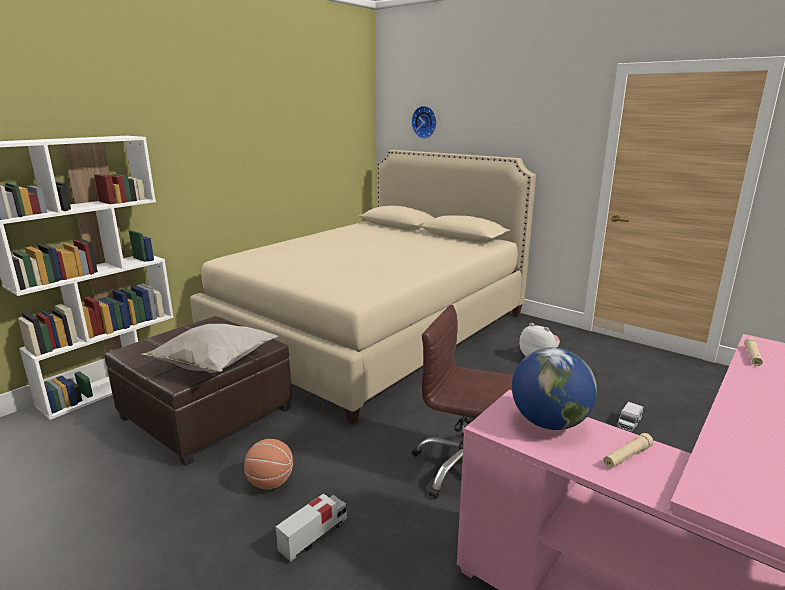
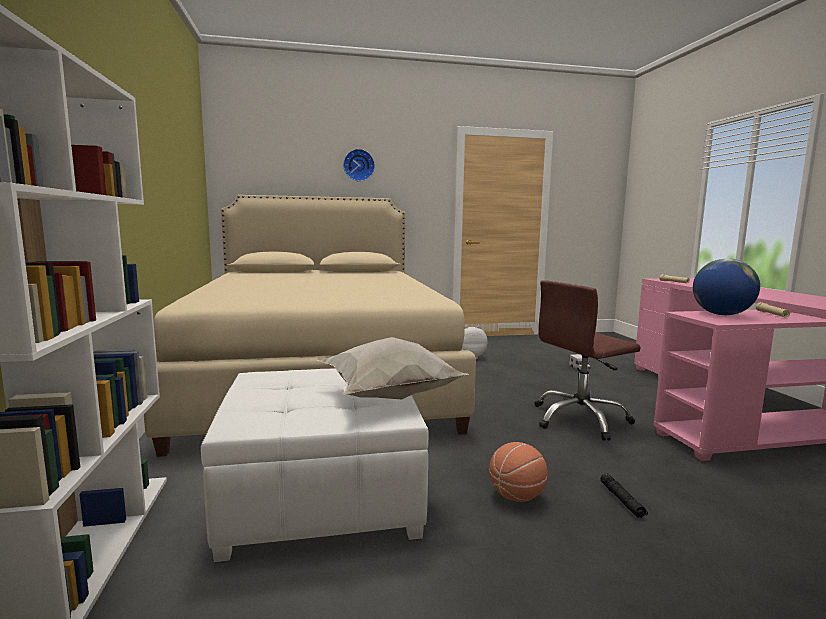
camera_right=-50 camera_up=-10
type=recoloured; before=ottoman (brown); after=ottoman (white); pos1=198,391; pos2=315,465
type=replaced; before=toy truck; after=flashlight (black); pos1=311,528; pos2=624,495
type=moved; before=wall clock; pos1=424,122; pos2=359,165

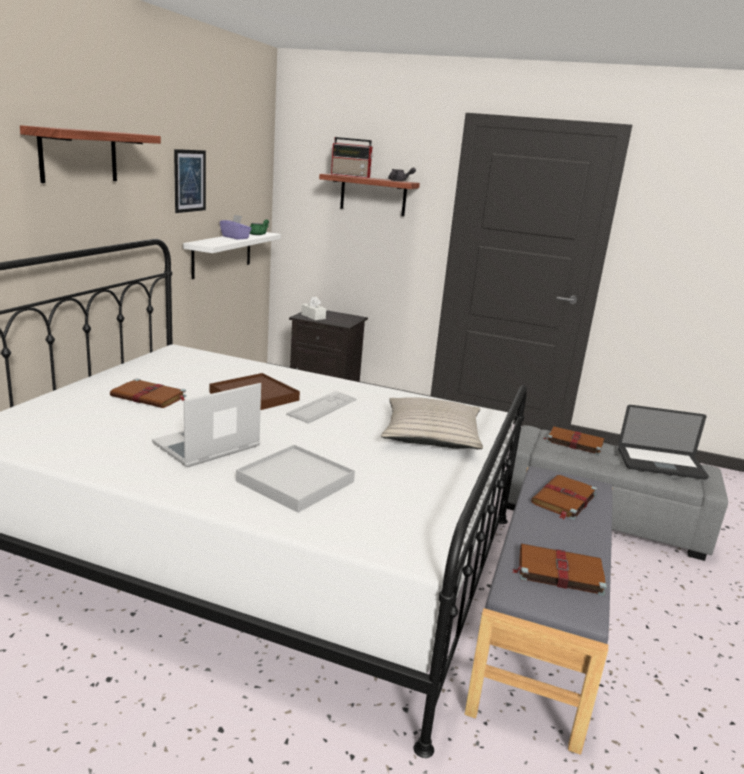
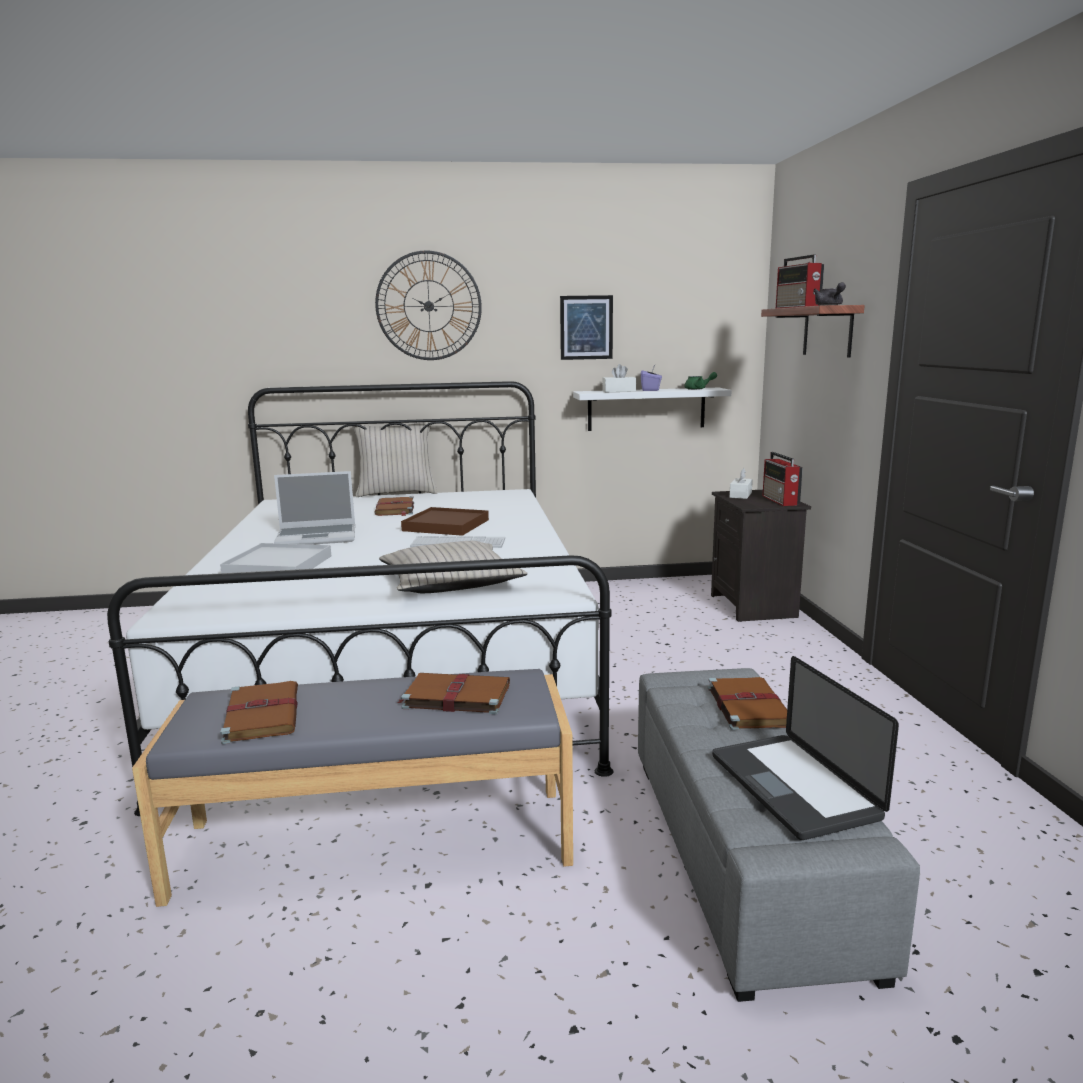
camera_right=65 camera_up=-5
type=replaced; before=shelf; after=wall clock; pos1=90,154; pos2=428,305
type=turned; before=laptop; pos1=206,425; pos2=314,508; turn=150
type=added; after=pillow (beige); pos2=394,459
type=added; after=tissue box (white); pos2=619,378
type=added; after=radio; pos2=783,479

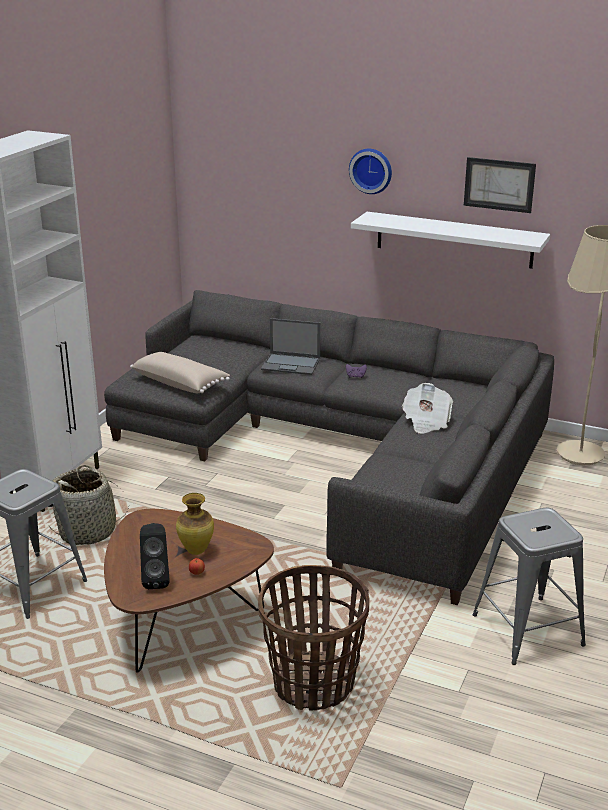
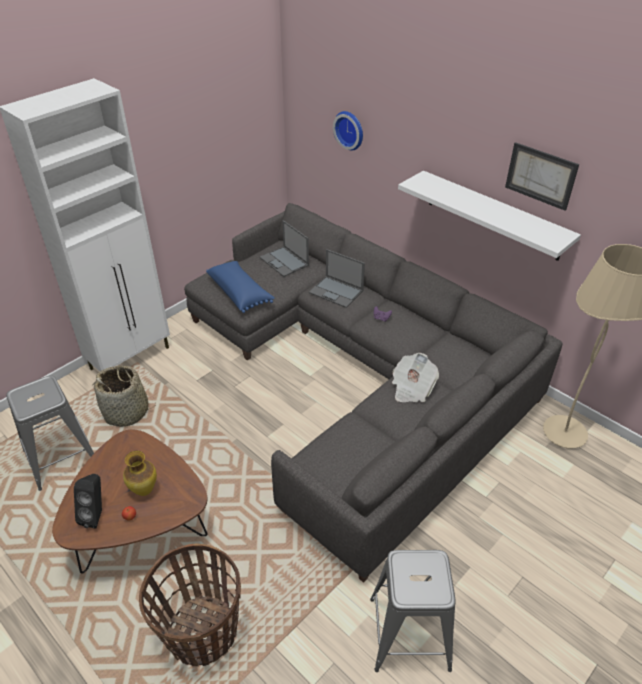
camera_right=20 camera_up=15
type=recoloured; before=pillow (beige); after=pillow (blue); pos1=180,372; pos2=240,287
type=moved; before=wall clock; pos1=370,171; pos2=348,131
type=added; after=laptop; pos2=284,248

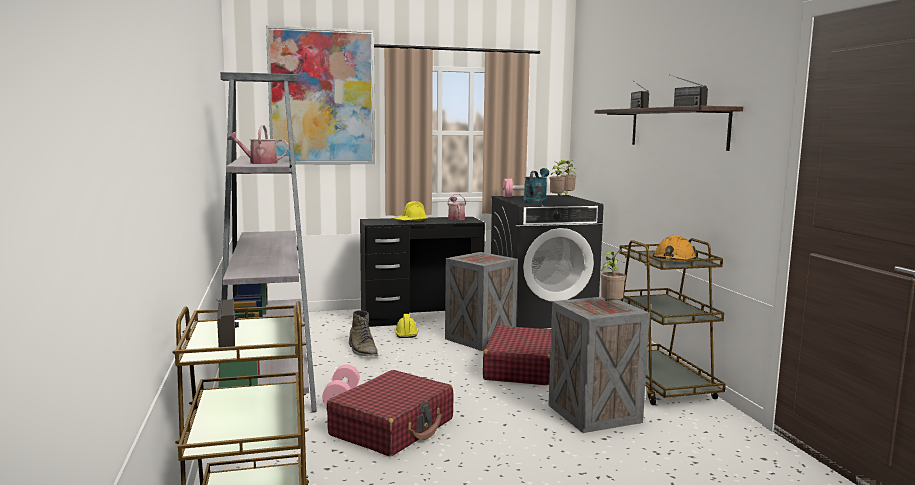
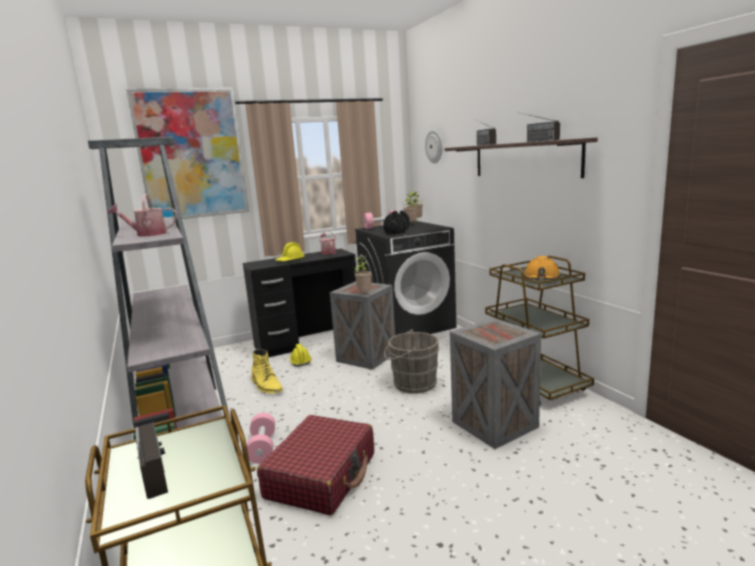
camera_right=-10 camera_up=5
type=recoloured; before=boot (green); after=boot (yellow); pos1=363,333; pos2=267,371
type=replaced; before=suitcase (red); after=bucket (grey); pos1=517,355; pos2=411,361
type=replaced; before=watering can (turquoise); after=dumbbell (black); pos1=536,186; pos2=396,222
type=moved; before=potted plant; pos1=613,275; pos2=363,273
type=added; after=wall clock; pos2=434,146

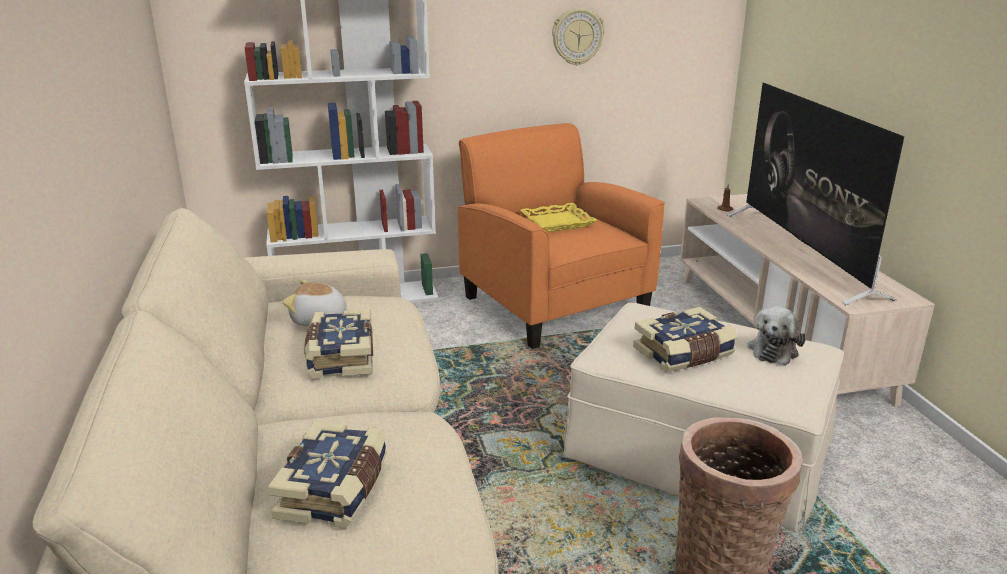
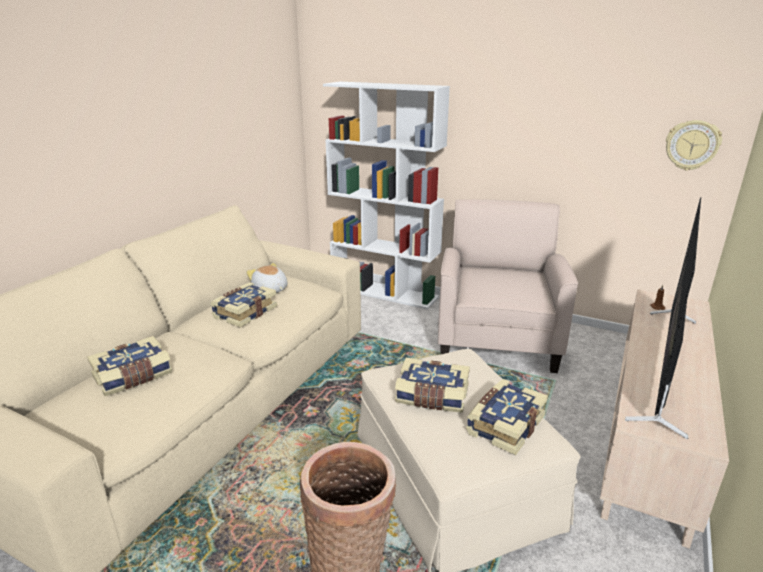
camera_right=40 camera_up=0
type=recoloured; before=armchair (orange); after=armchair (beige); pos1=561,236; pos2=508,286
type=removed; before=tray (yellow); pos1=558,217
type=moved; before=wall clock; pos1=578,37; pos2=694,145
type=replaced; before=plush toy; after=book; pos1=776,335; pos2=507,417

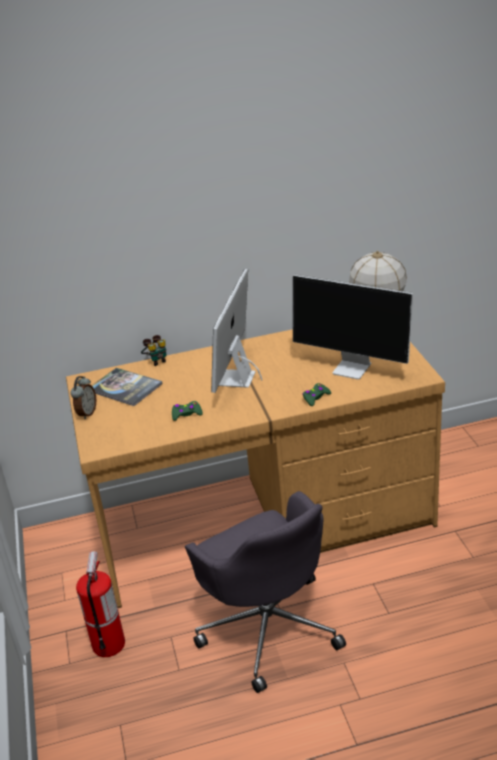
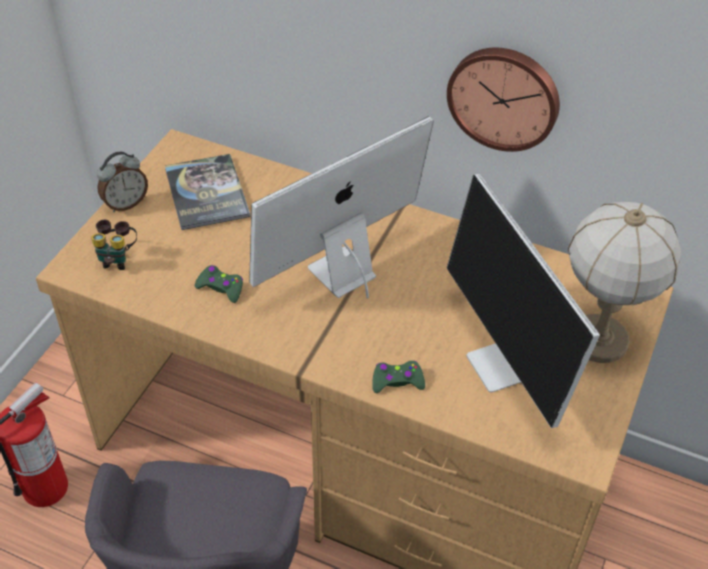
camera_right=35 camera_up=15
type=moved; before=binoculars; pos1=154,350; pos2=114,245
type=added; after=wall clock; pos2=503,100

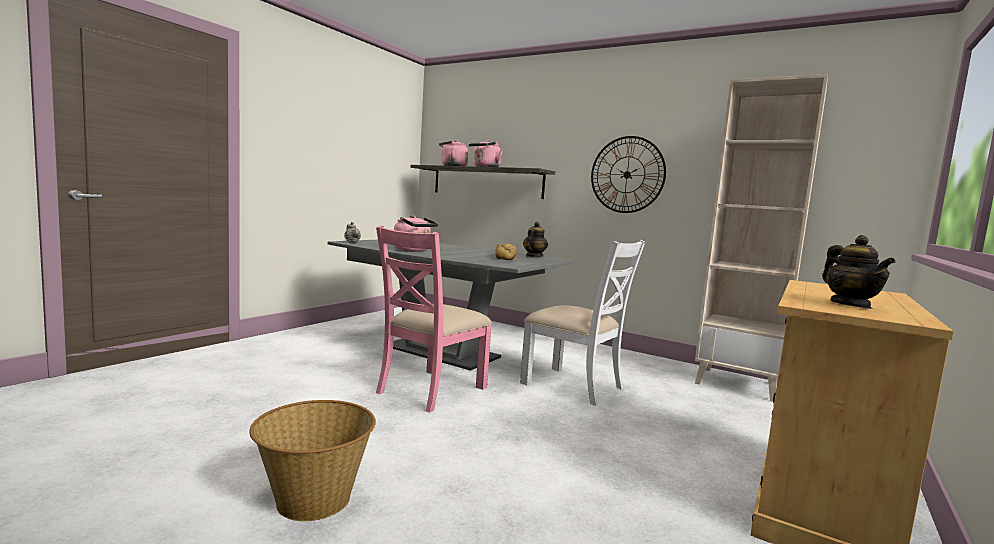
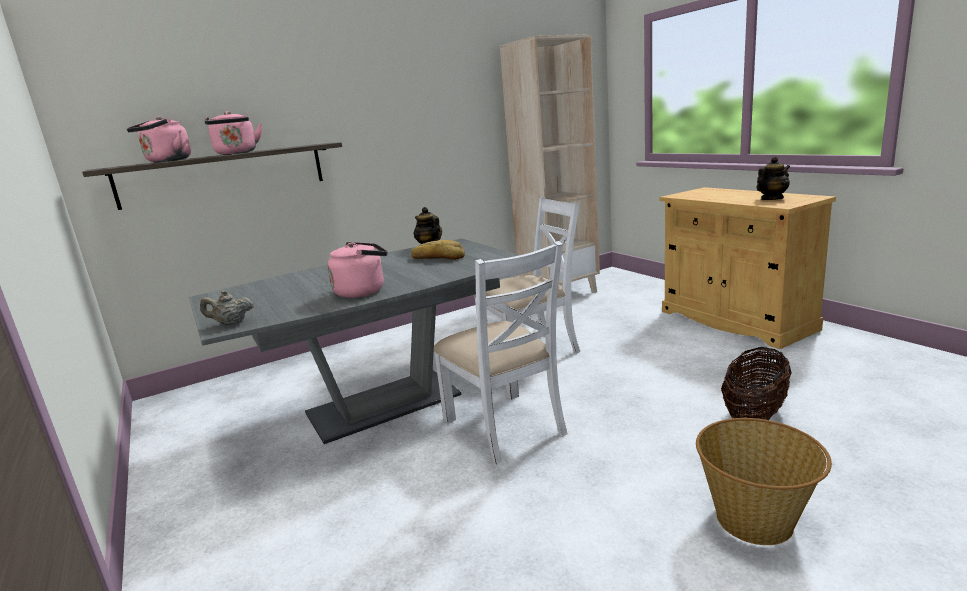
camera_right=-60 camera_up=10
type=recoloured; before=chair (pink); after=chair (white); pos1=434,319; pos2=501,353
type=removed; before=wall clock; pos1=628,174
type=turned; before=teapot; pos1=858,272; pos2=773,178; turn=-45
type=added; after=basket; pos2=756,383

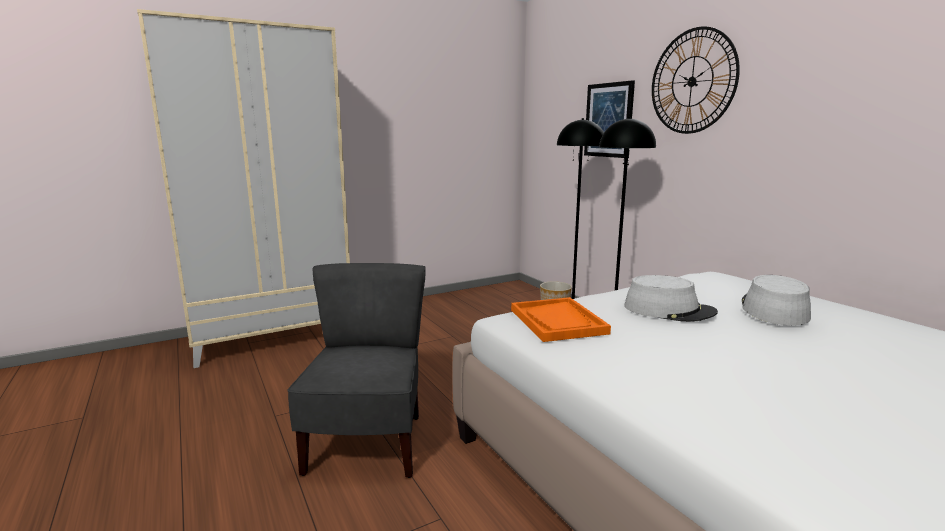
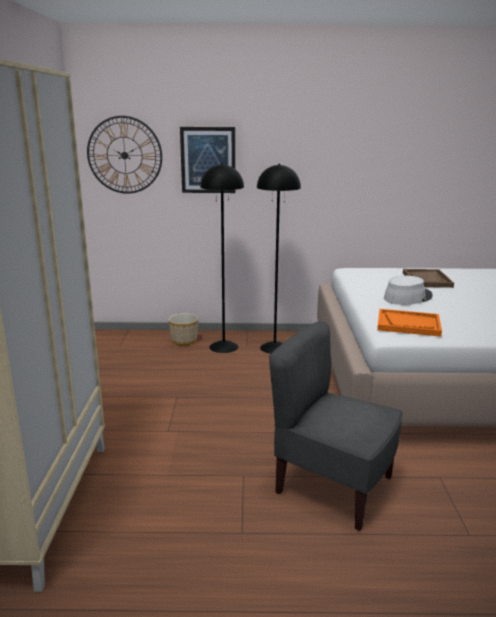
camera_right=-60 camera_up=5
type=moved; before=wall clock; pos1=696,80; pos2=124,155
type=replaced; before=hat (grey); after=tray (brown); pos1=776,300; pos2=428,278

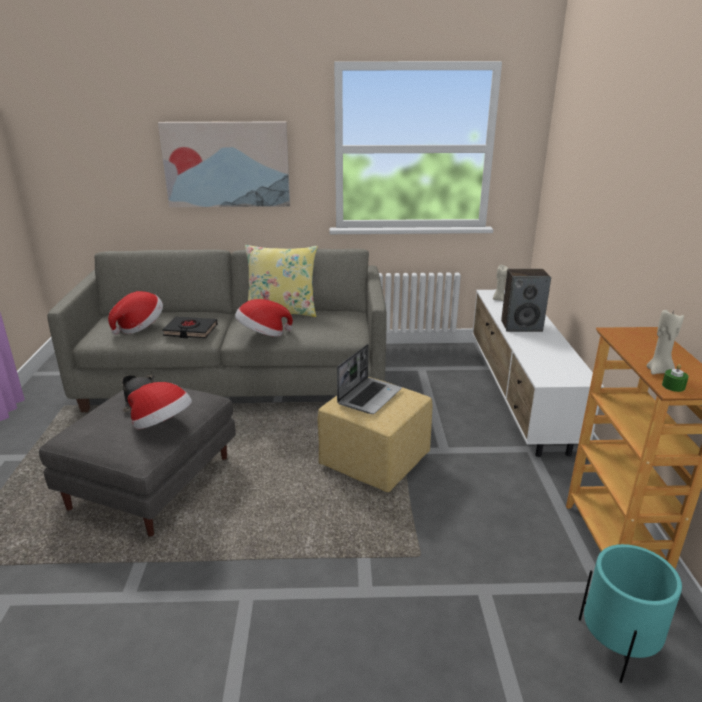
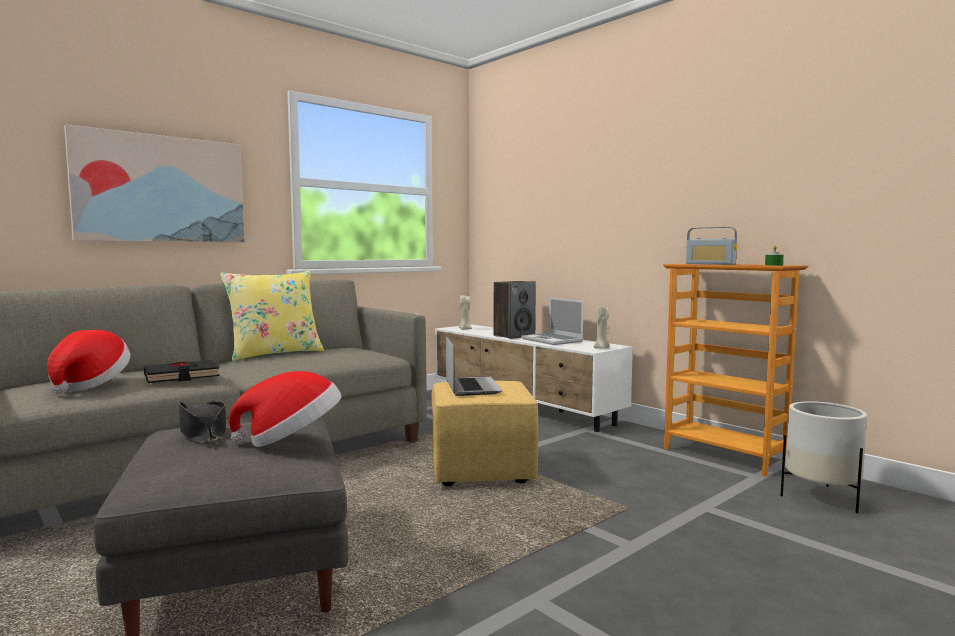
camera_right=-40 camera_up=-20
type=removed; before=hat; pos1=264,318
type=recoloured; before=planter (turquoise); after=planter (white); pos1=630,613; pos2=823,457
type=moved; before=candle (beige); pos1=665,342; pos2=602,328
type=added; after=laptop; pos2=552,321
type=added; after=radio; pos2=711,246

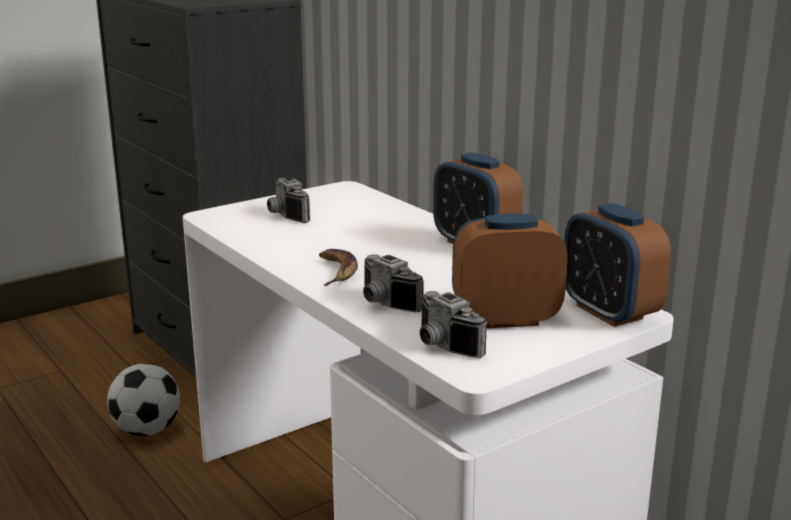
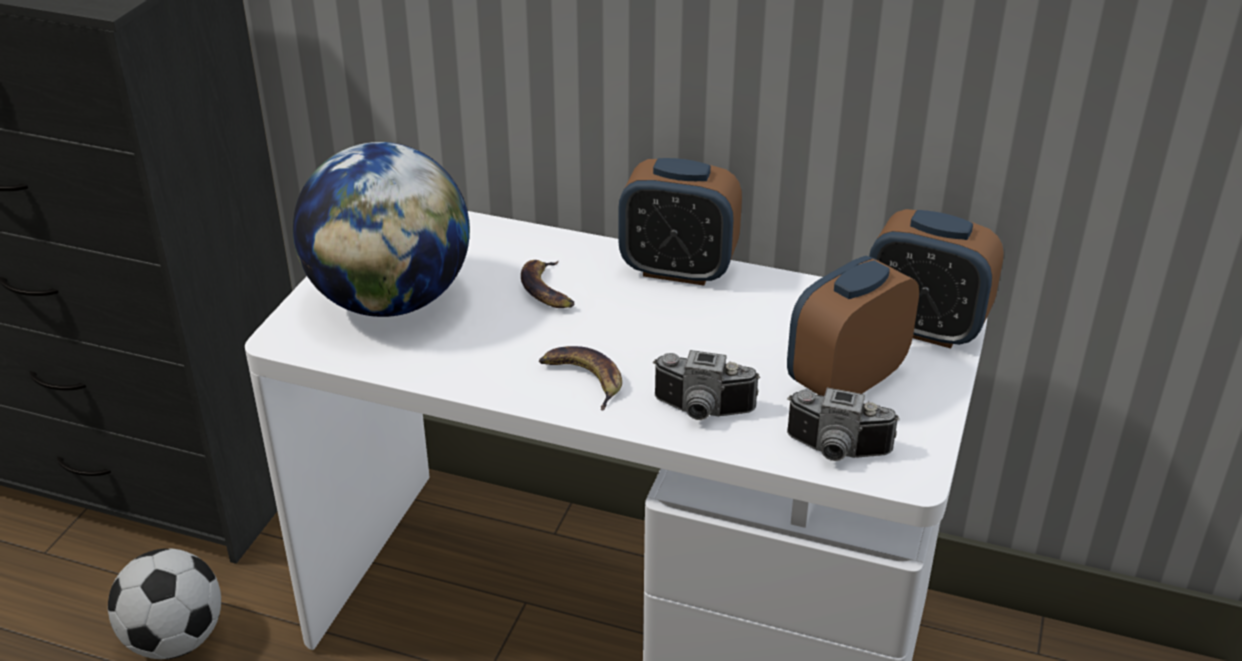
camera_right=-35 camera_up=15
type=replaced; before=photo camera; after=globe; pos1=288,200; pos2=381,229
type=added; after=banana; pos2=547,284

